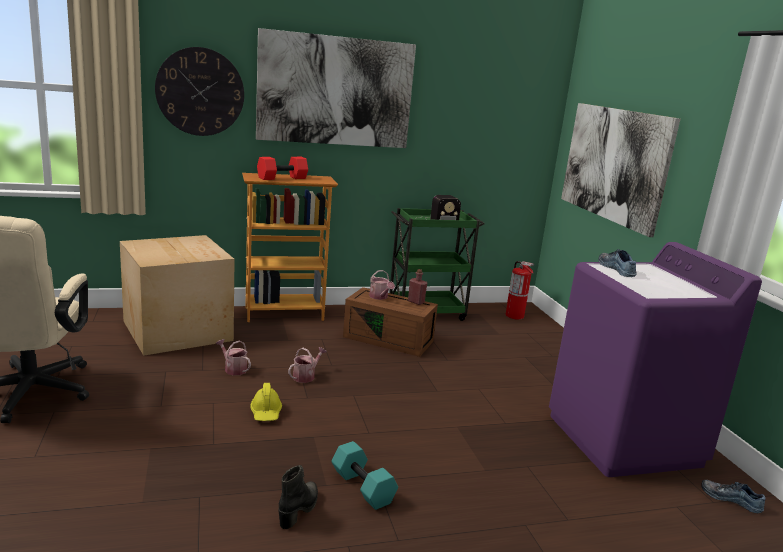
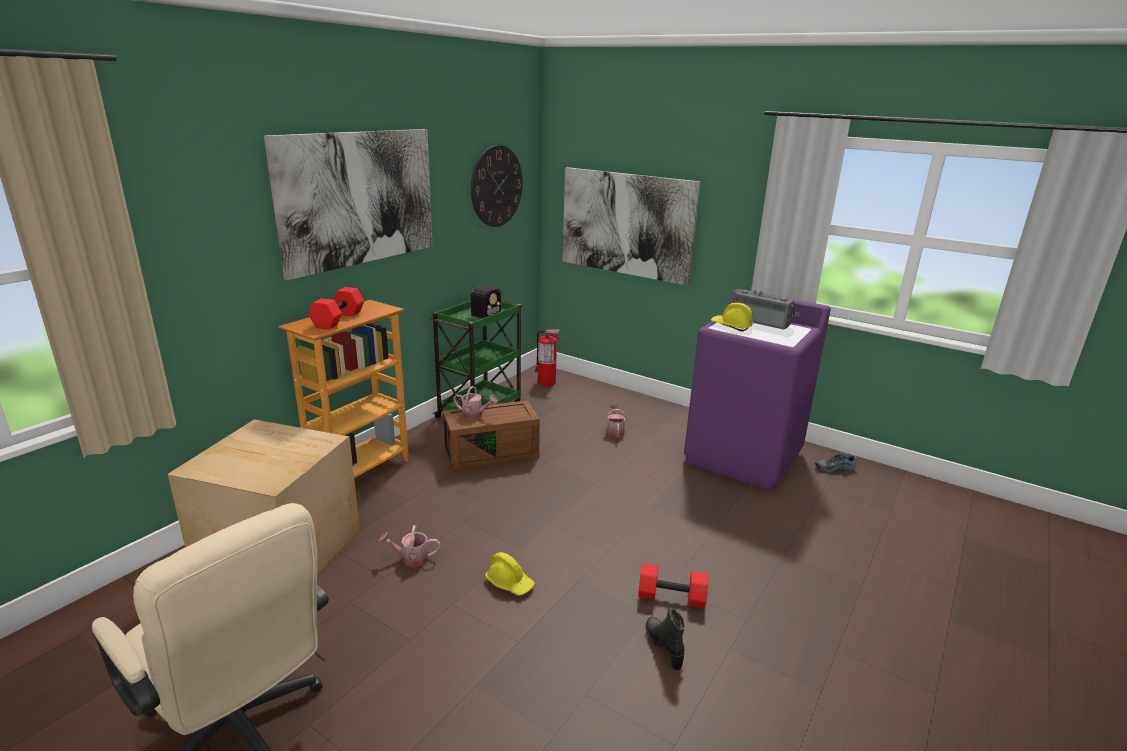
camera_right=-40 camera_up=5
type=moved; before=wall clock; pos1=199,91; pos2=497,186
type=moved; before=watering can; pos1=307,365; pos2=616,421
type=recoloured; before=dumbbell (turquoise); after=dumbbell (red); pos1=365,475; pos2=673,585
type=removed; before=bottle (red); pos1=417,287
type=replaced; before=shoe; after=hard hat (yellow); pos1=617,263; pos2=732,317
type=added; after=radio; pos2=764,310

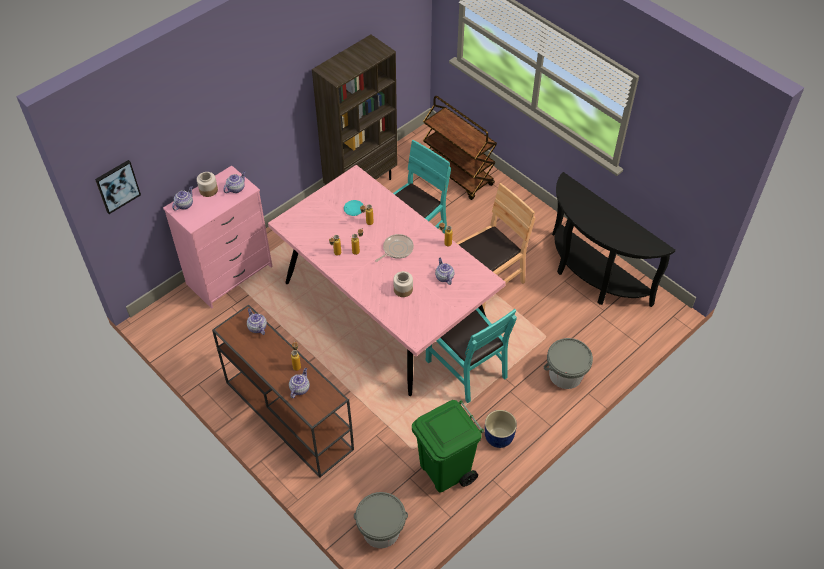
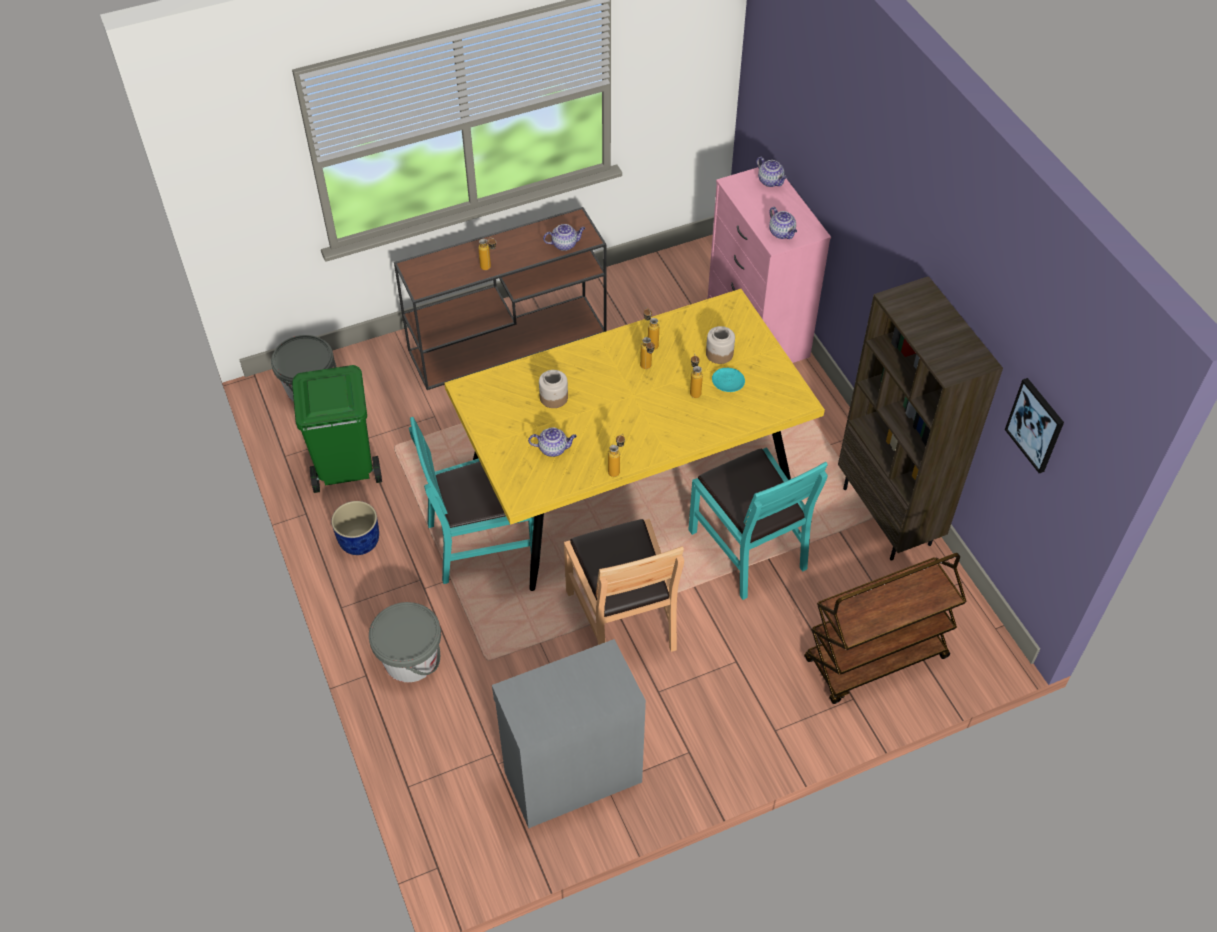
camera_right=110 camera_up=0
type=moved; before=picture; pos1=118,187; pos2=1034,425
type=moved; before=jar; pos1=207,184; pos2=720,345
type=recoloured; before=dining table (pink); after=dining table (yellow); pos1=387,280; pos2=634,440
type=removed; before=teapot; pos1=299,383
type=removed; before=frying pan; pos1=394,248
type=replaced; before=console table (black); after=cabinet (grey); pos1=614,239; pos2=569,734

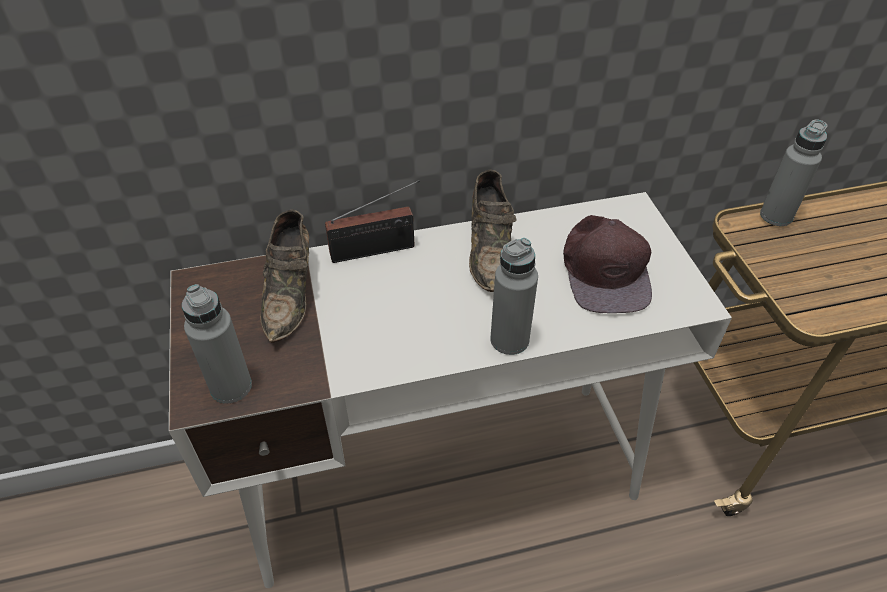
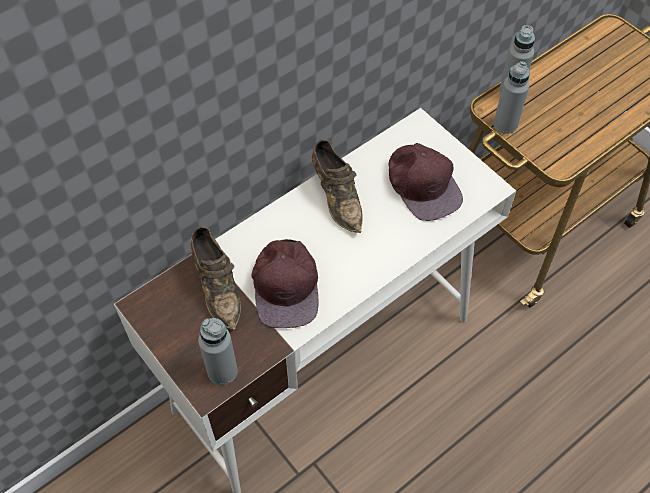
camera_right=-25 camera_up=10
type=removed; before=radio; pos1=372,221
type=moved; before=bottle (grey); pos1=514,296; pos2=511,97
type=added; after=cap (brown); pos2=284,283

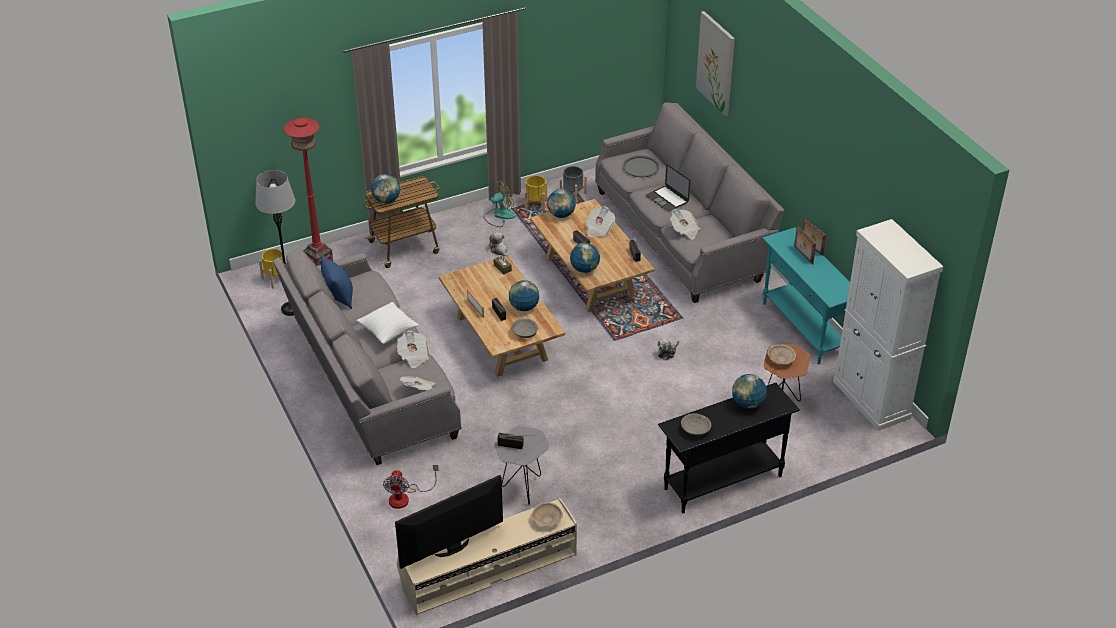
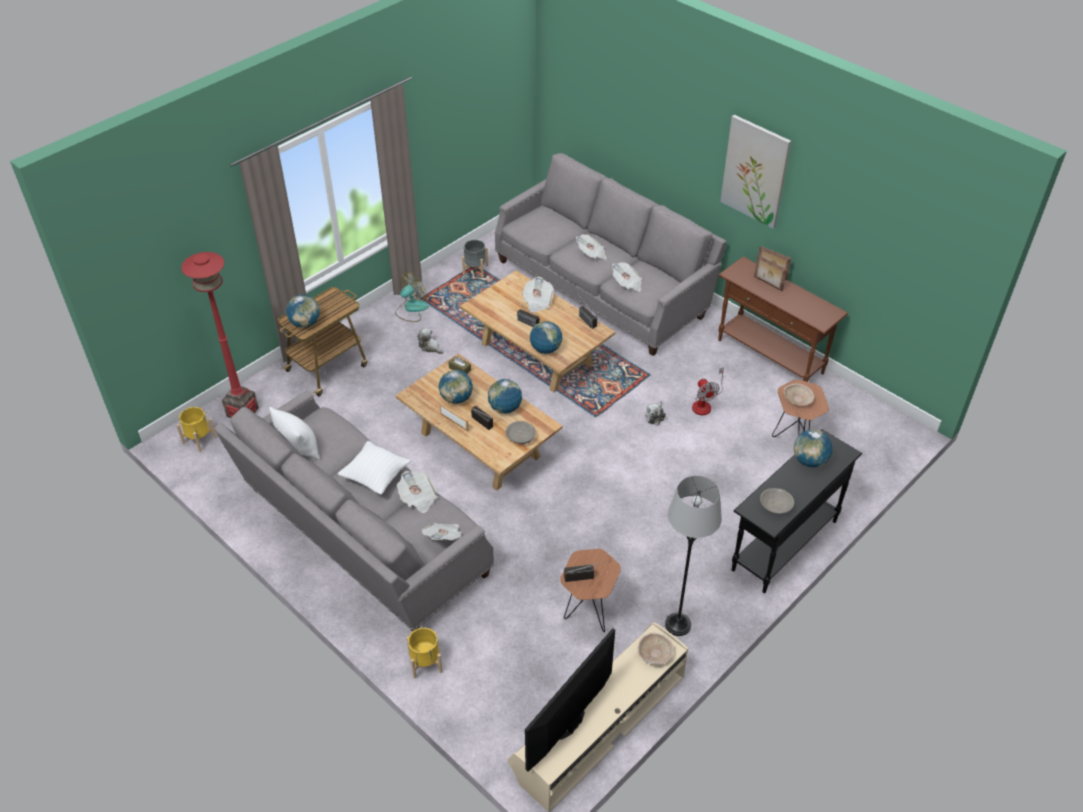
camera_right=-20 camera_up=5
type=moved; before=floor lamp (grey); pos1=275,243; pos2=693,555
type=recoloured; before=pillow (blue); after=pillow (white); pos1=337,282; pos2=294,433
type=moved; before=fan; pos1=410,487; pos2=708,391
type=recoloured; before=side table (grey); after=side table (brown); pos1=521,465; pos2=590,590
type=moved; before=planter (yellow); pos1=536,193; pos2=425,653
type=moved; before=globe; pos1=561,203; pos2=456,387
type=removed; before=tray (grey); pos1=641,166
type=replaced; before=laptop; after=newspaper; pos1=668,188; pos2=591,247
type=moved; before=picture; pos1=715,63; pos2=755,172
type=recoloured; before=console table (turquoise); after=console table (brown); pos1=806,296; pos2=783,319
type=removed; before=cabinet (white); pos1=888,325

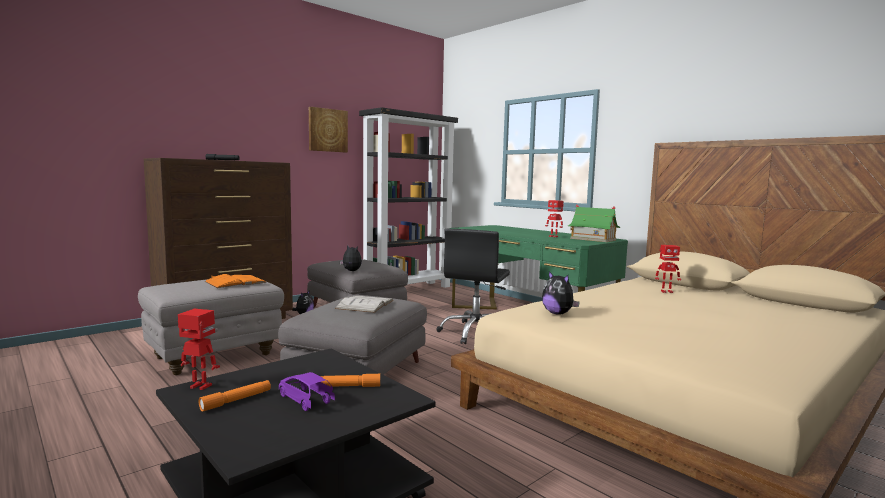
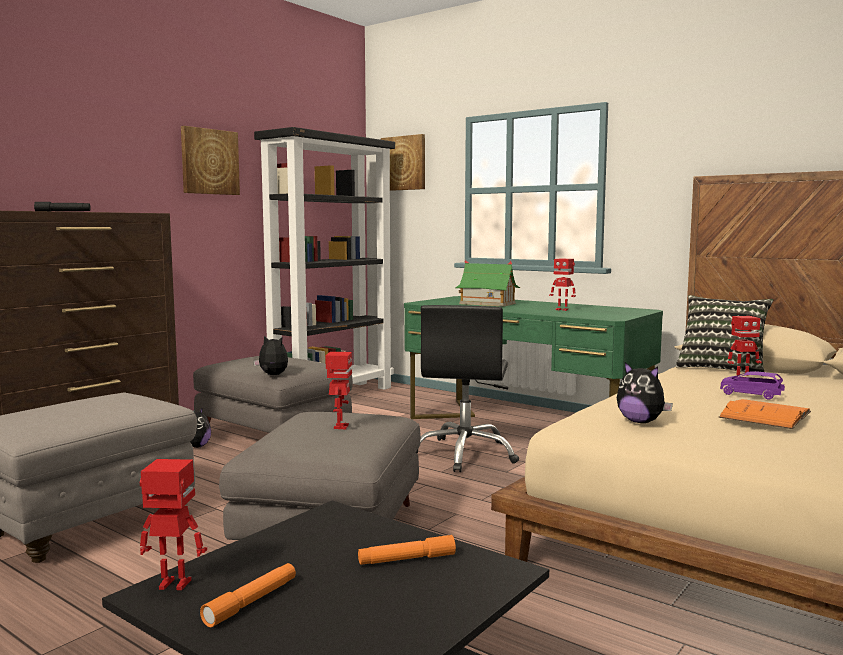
camera_right=-10 camera_up=0
type=moved; before=book (orange); pos1=236,281; pos2=765,414
type=moved; before=toy car (purple); pos1=307,391; pos2=752,385
type=replaced; before=book (white); after=toy robot; pos1=364,304; pos2=338,391
type=moved; before=toy house; pos1=594,223; pos2=488,283
type=added; after=picture; pos2=403,162
type=added; after=pillow; pos2=724,333

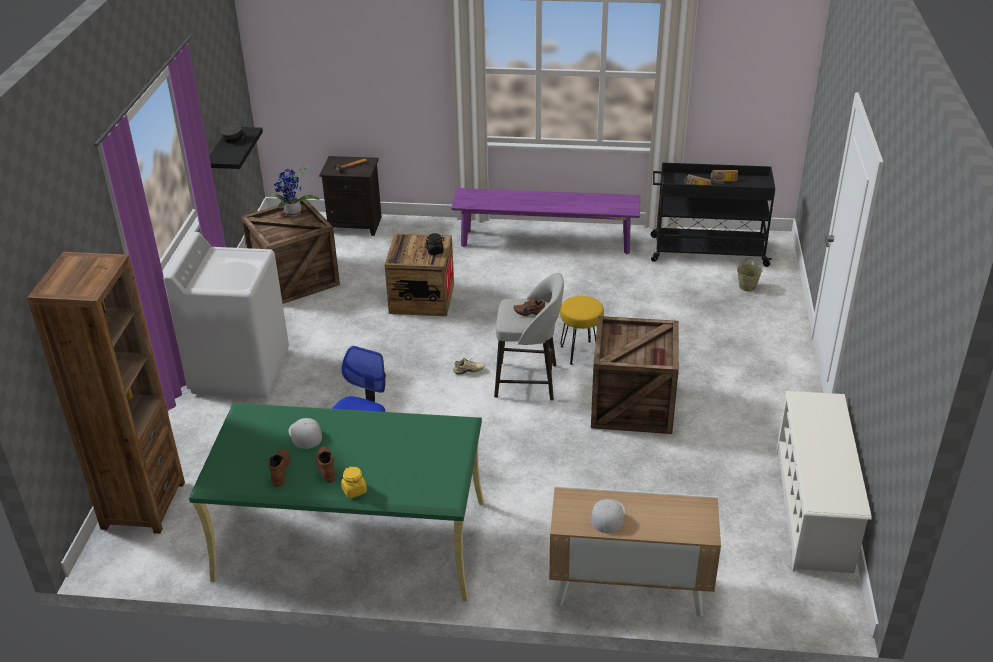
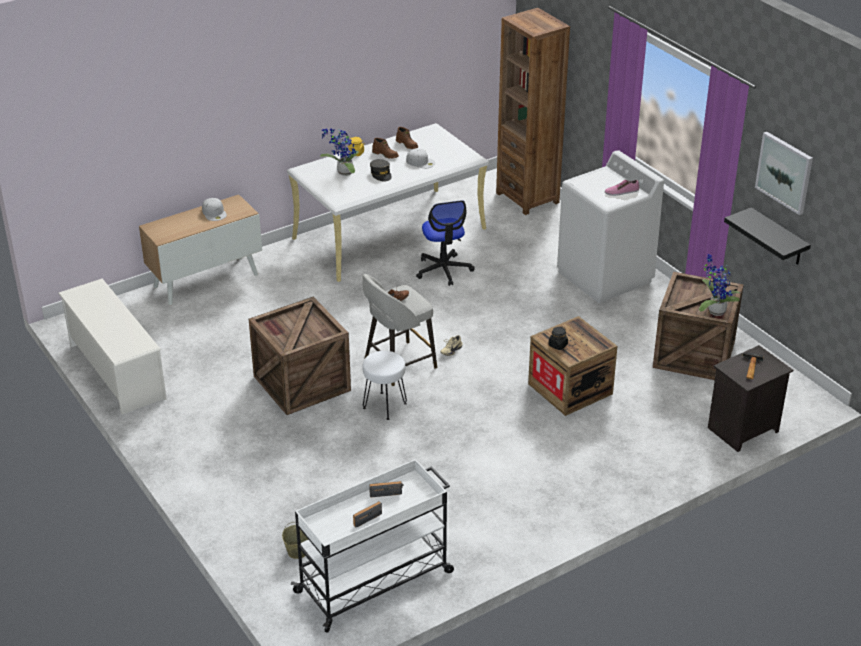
camera_right=140 camera_up=0
type=recoloured; before=desk (green); after=desk (white); pos1=336,502; pos2=388,202
type=moved; before=cap (grey); pos1=233,132; pos2=381,170
type=removed; before=bench (purple); pos1=545,221
type=recoloured; before=stool (yellow); after=stool (white); pos1=582,330; pos2=384,385
type=recoloured; before=cart (black); after=cart (white); pos1=713,215; pos2=372,546
type=added; after=potted plant; pos2=339,152
type=added; after=shoe; pos2=622,188
type=added; after=picture; pos2=784,173

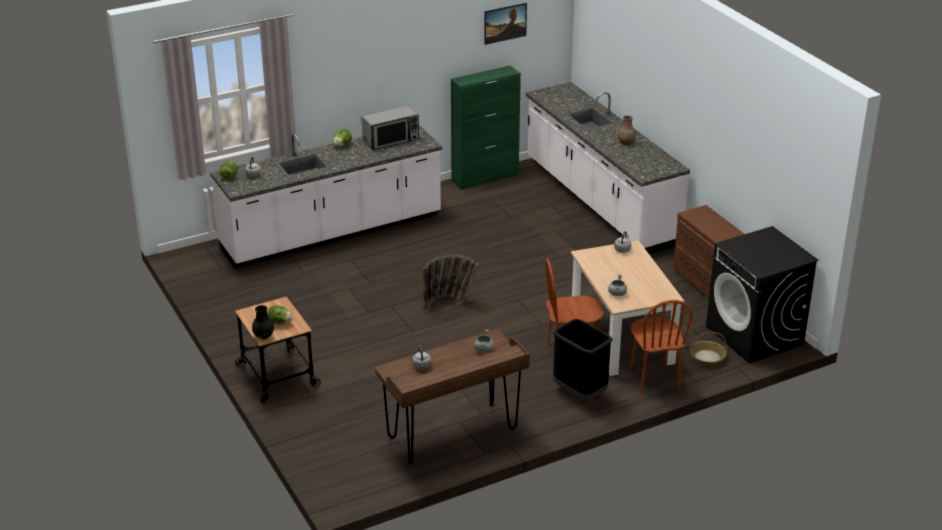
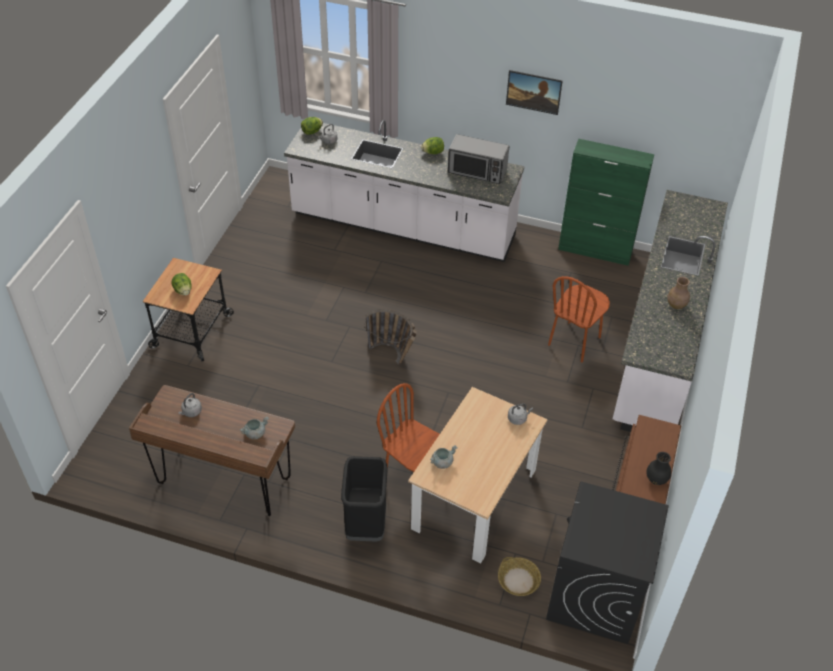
camera_right=45 camera_up=15
type=moved; before=vase (black); pos1=263,322; pos2=658,468
type=moved; before=picture; pos1=505,24; pos2=534,92
type=moved; before=chair (brown); pos1=661,347; pos2=579,319

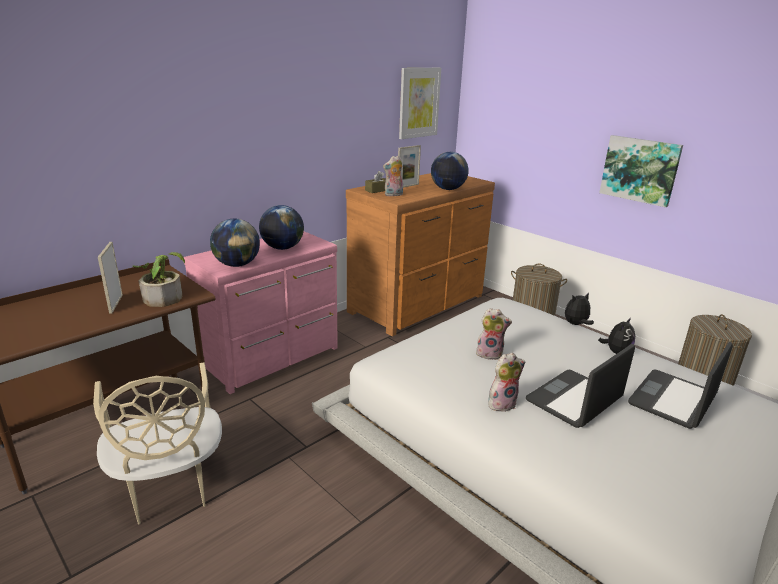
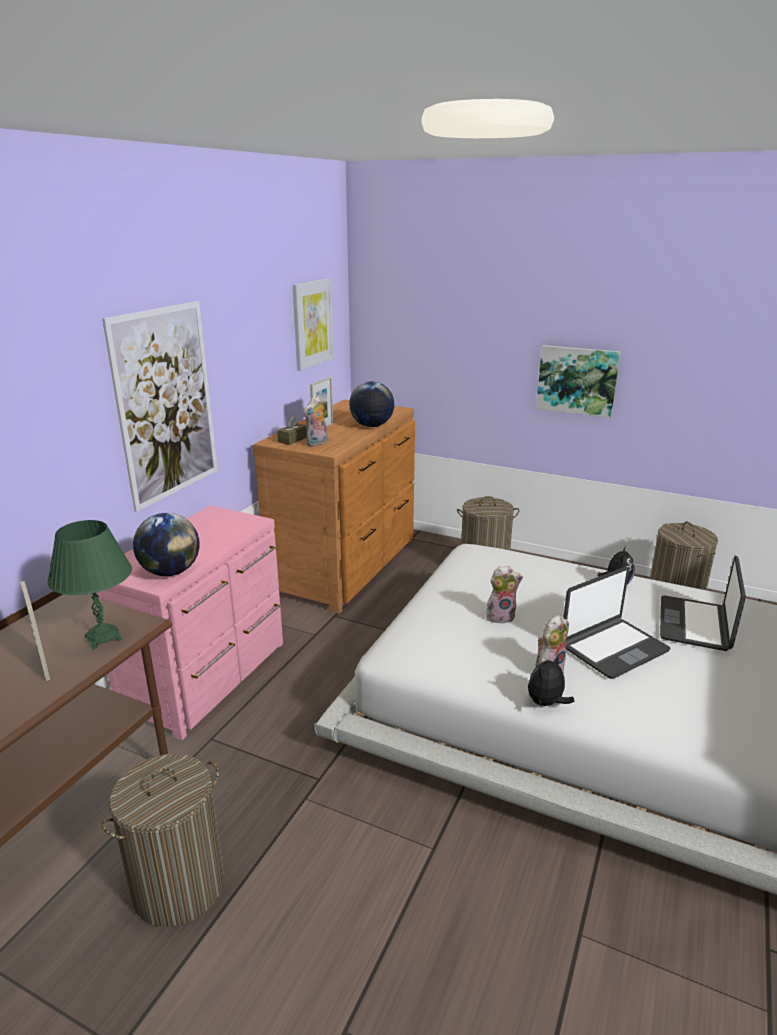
camera_right=-20 camera_up=0
type=replaced; before=chair (beige); after=laundry basket; pos1=157,443; pos2=162,840
type=replaced; before=potted plant; after=table lamp (green); pos1=158,279; pos2=90,585
type=removed; before=globe; pos1=281,227
type=turned; before=laptop; pos1=580,386; pos2=617,623; turn=-150
type=moved; before=plush toy; pos1=579,309; pos2=551,680
type=added; after=picture; pos2=160,406

